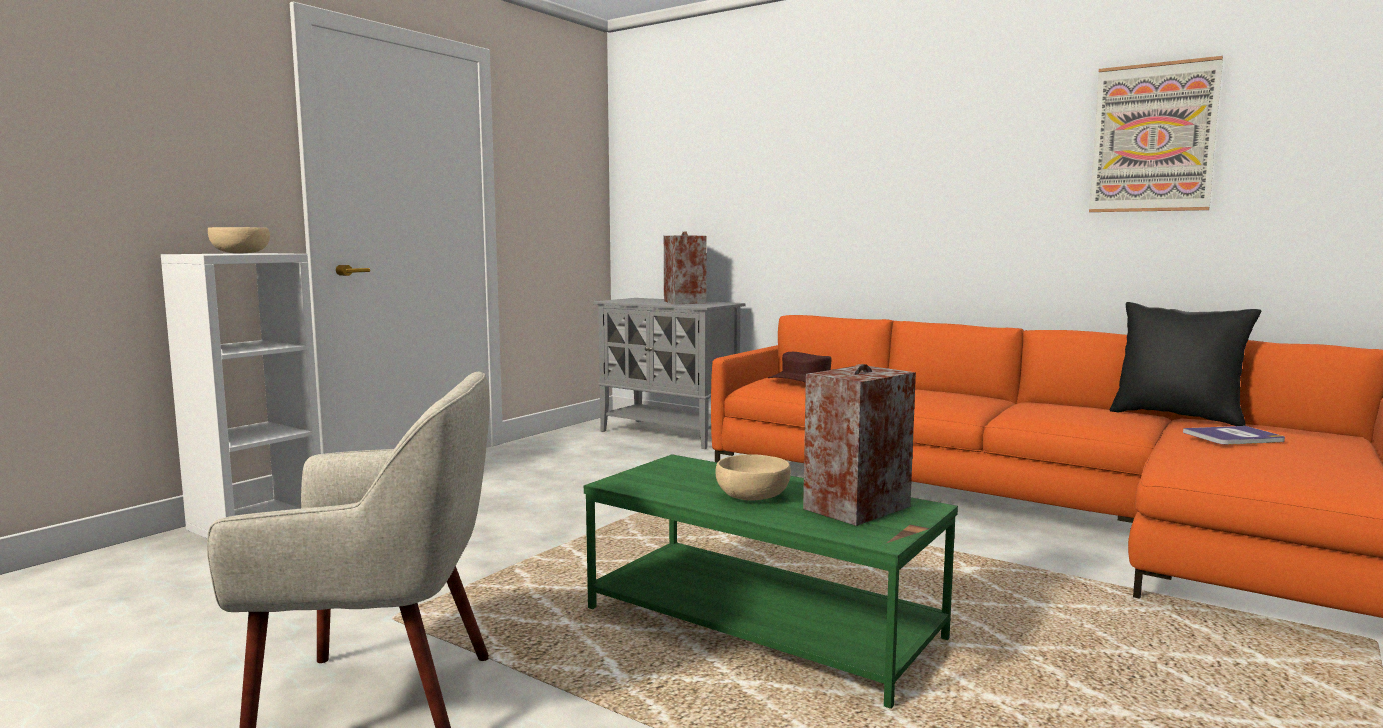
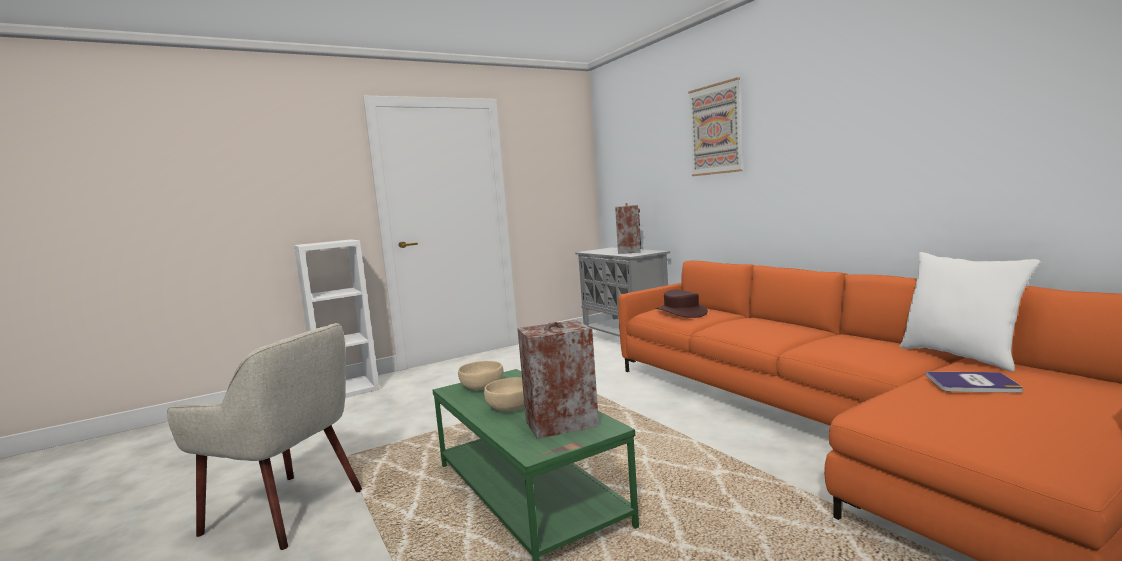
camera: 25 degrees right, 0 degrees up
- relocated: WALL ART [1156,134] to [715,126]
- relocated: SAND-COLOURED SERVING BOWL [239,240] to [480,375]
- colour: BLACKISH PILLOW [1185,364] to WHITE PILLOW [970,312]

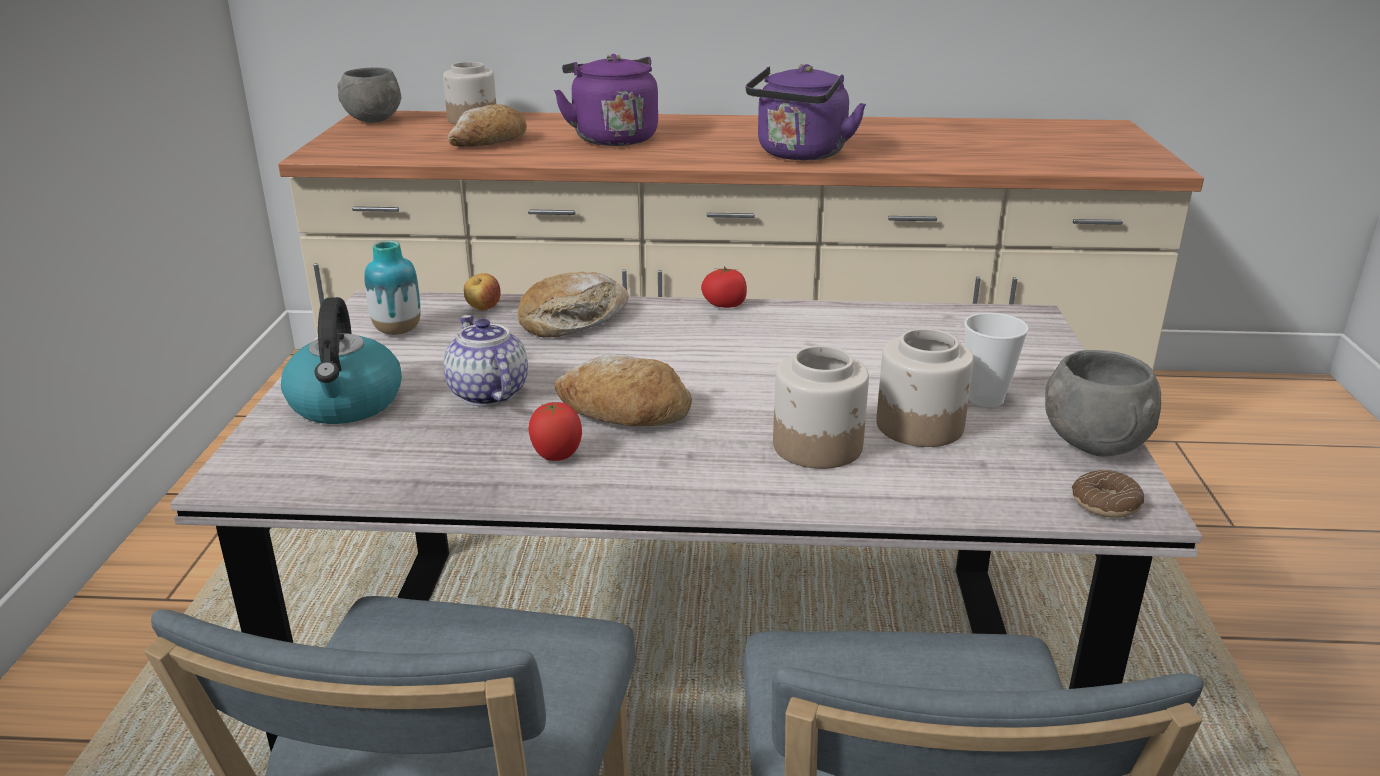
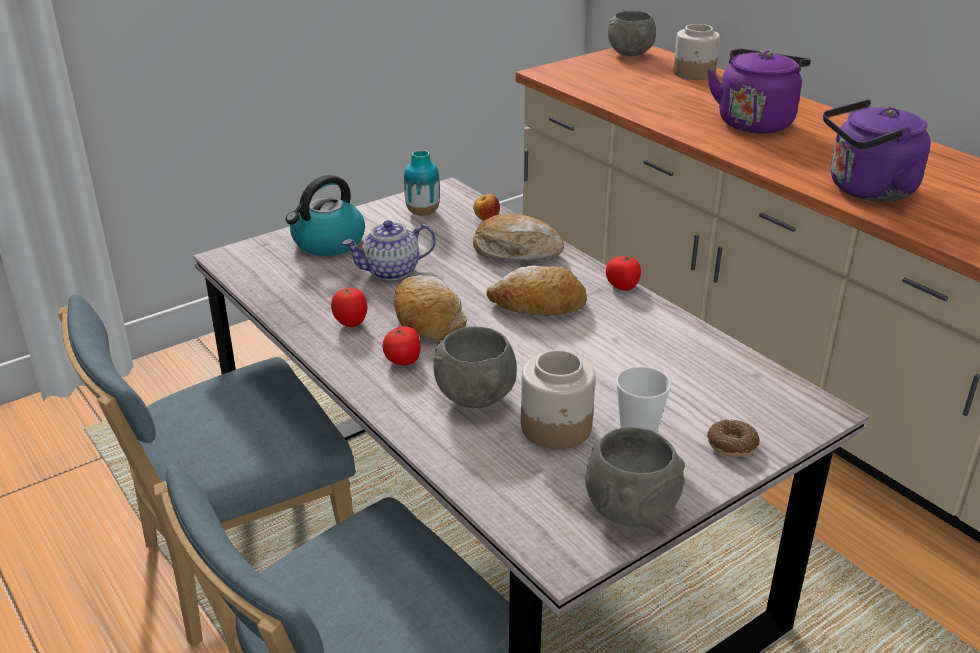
camera: 50 degrees right, 5 degrees up
- relocated: BAKED BREAD [487,125] to [536,290]
- spun: TEAPOT [485,360] = [389,250] 135 degrees counterclockwise
- exchanged: JAR [821,407] to GRAY SERVING BOWL [475,367]
- relocated: DOUGHNUT [1108,494] to [733,438]
- appeared: FRESH TOMATO [402,345]

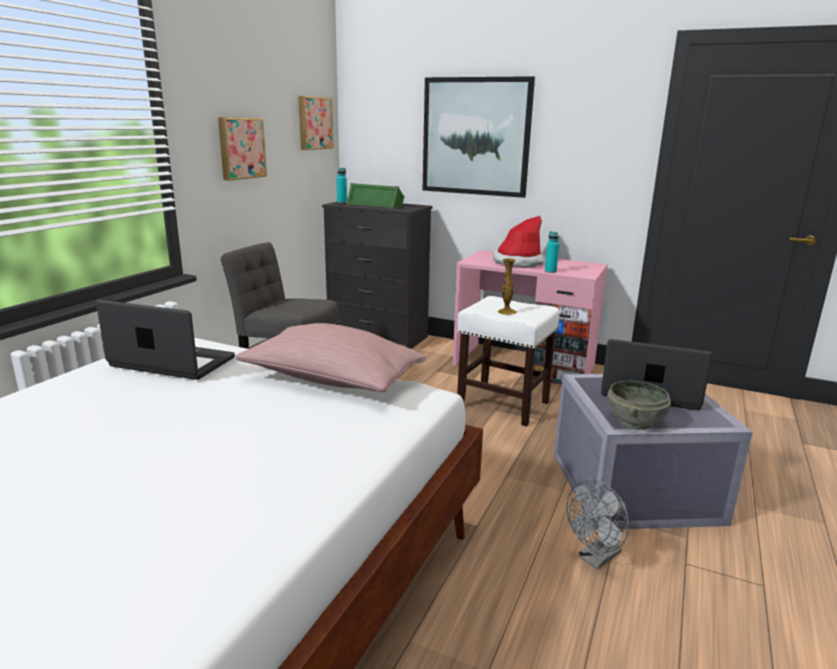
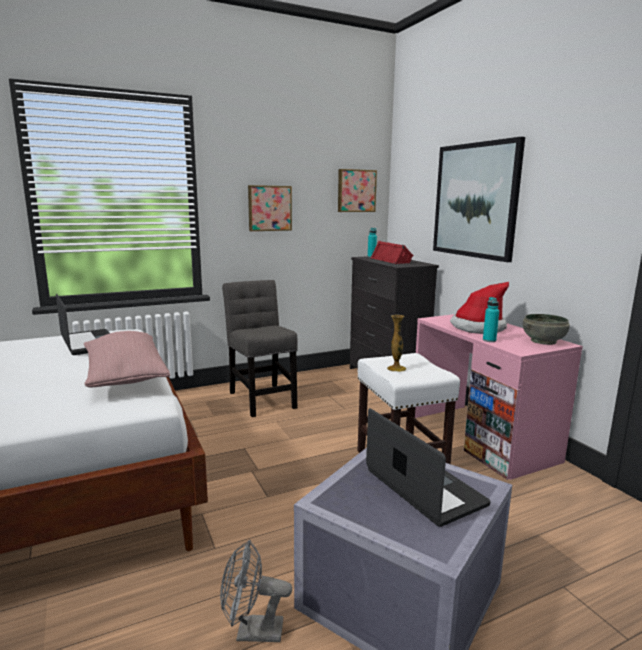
camera: 40 degrees right, 5 degrees down
- colour: GREEN-COLOURED LOUDSPEAKER [375,195] to RED-COLOURED LOUDSPEAKER [392,252]
- relocated: GRAY SERVING BOWL [639,405] to [546,329]

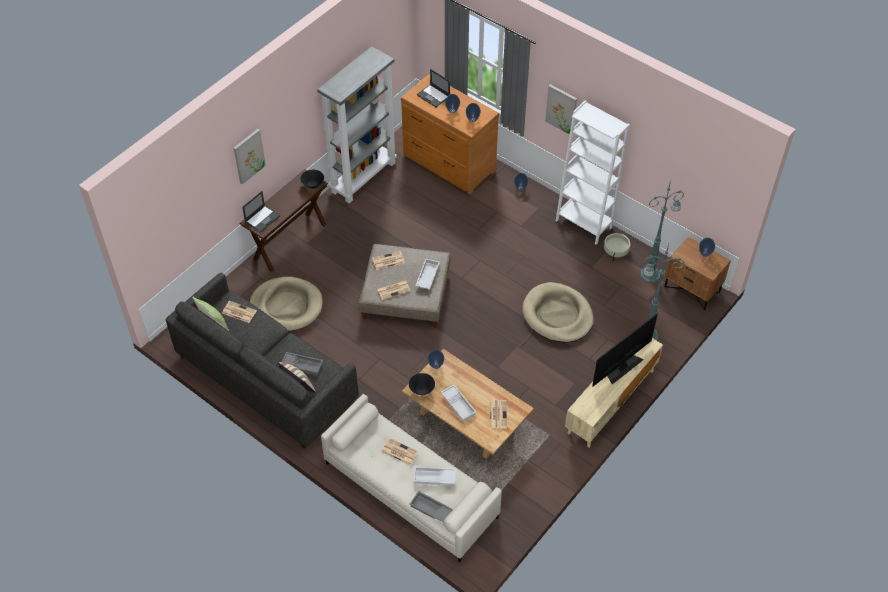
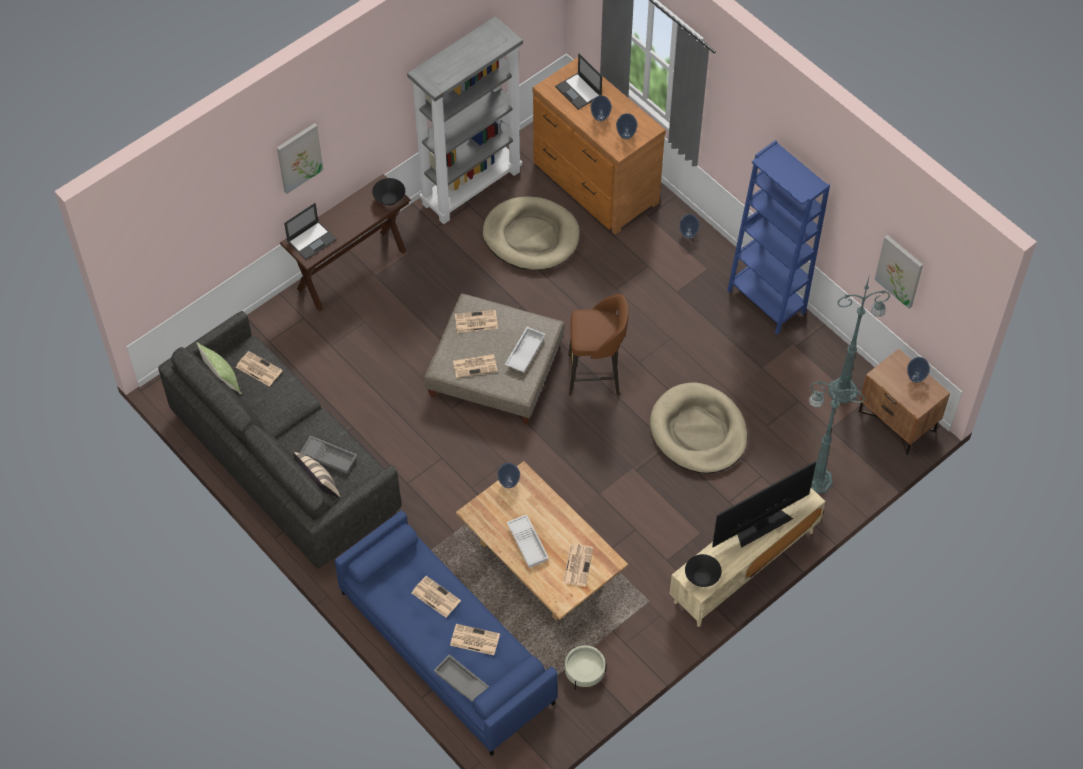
camera: 10 degrees right, 5 degrees up
- relocated: WALL ART [561,109] to [898,272]
- colour: WHITE SHELVING UNIT [593,172] to BLUE SHELVING UNIT [778,237]
- relocated: SAND-COLOURED FLOWER POT [617,246] to [586,667]
- relocated: SAND-COLOURED PET BED [286,304] to [531,233]
- relocated: BLACKISH SERVING BOWL [422,384] to [703,570]
- colour: SAND-COLOURED COUCH [411,478] to BLUE COUCH [446,633]
- exchanged: WHITE SERVING TRAY [434,475] to NEWSPAPER [475,639]
- appeared: BROWN-COLOURED SITTING STOOL [598,345]

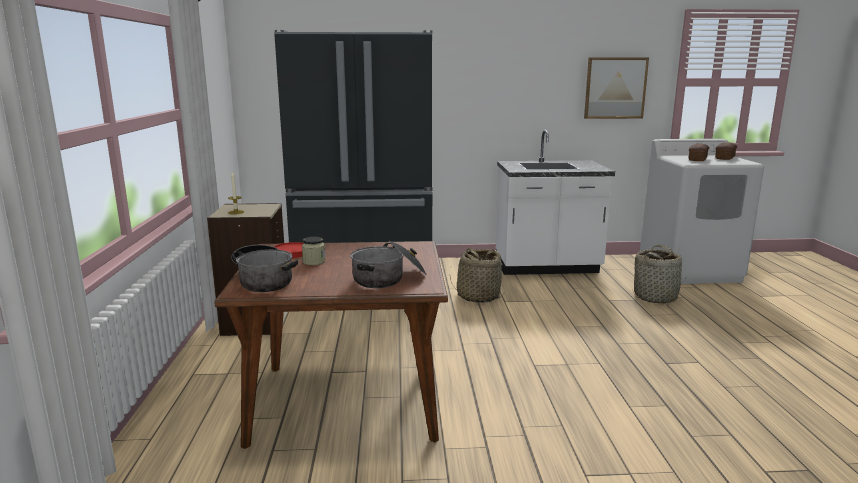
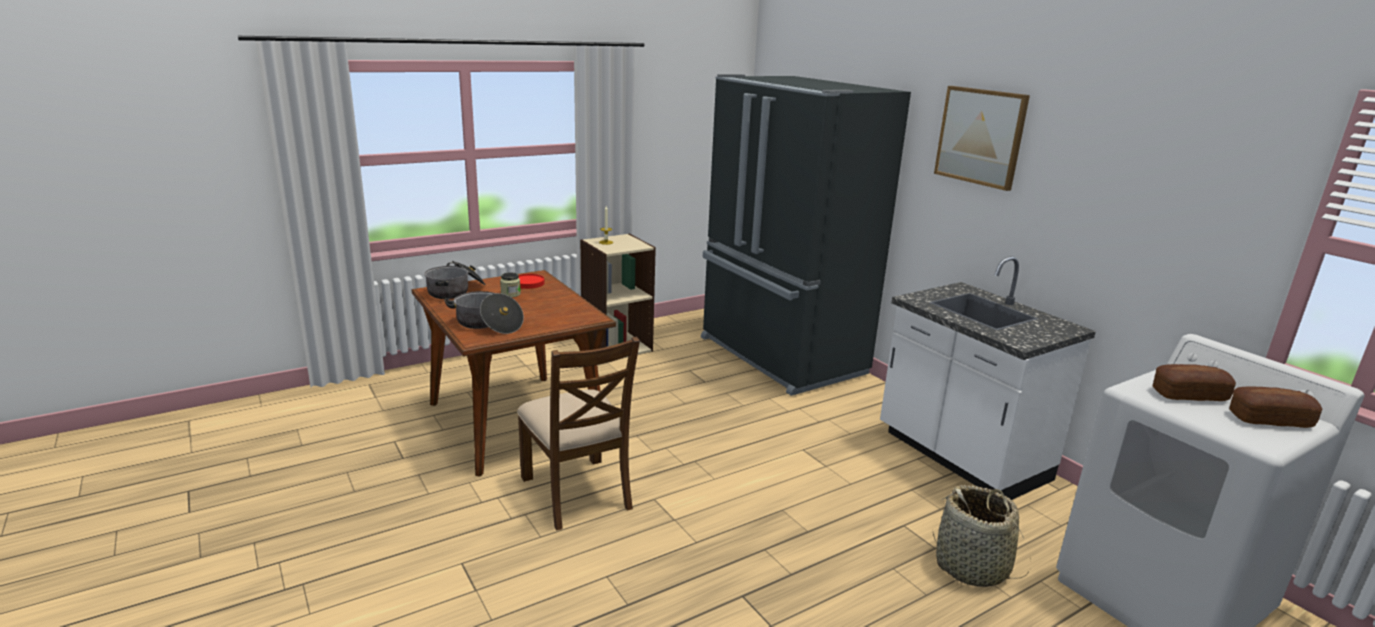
camera: 60 degrees right, 5 degrees up
- relocated: WALL ART [616,88] to [982,138]
- missing: BASKET [477,275]
- appeared: BROWN-COLOURED CHAIR [578,433]

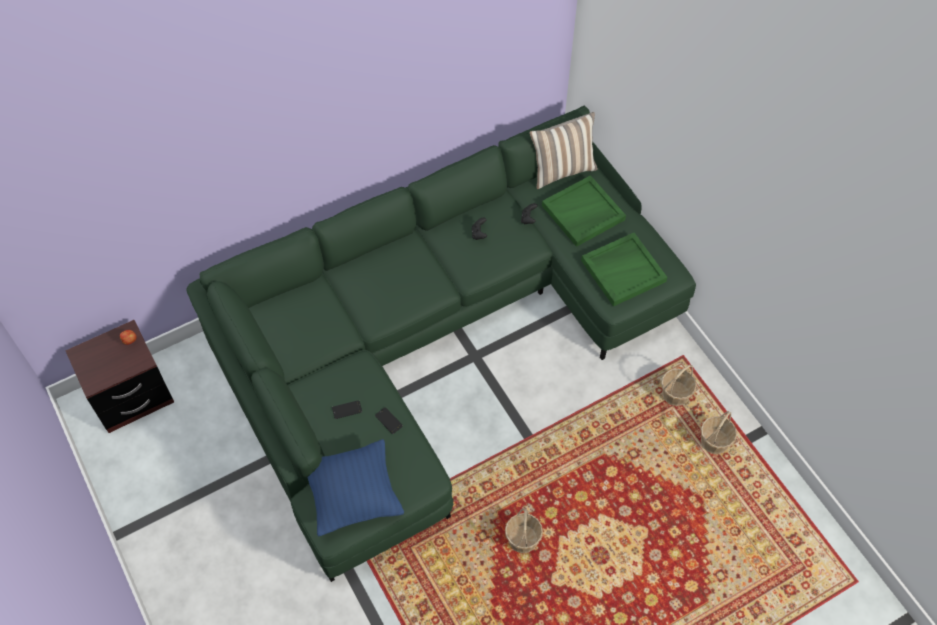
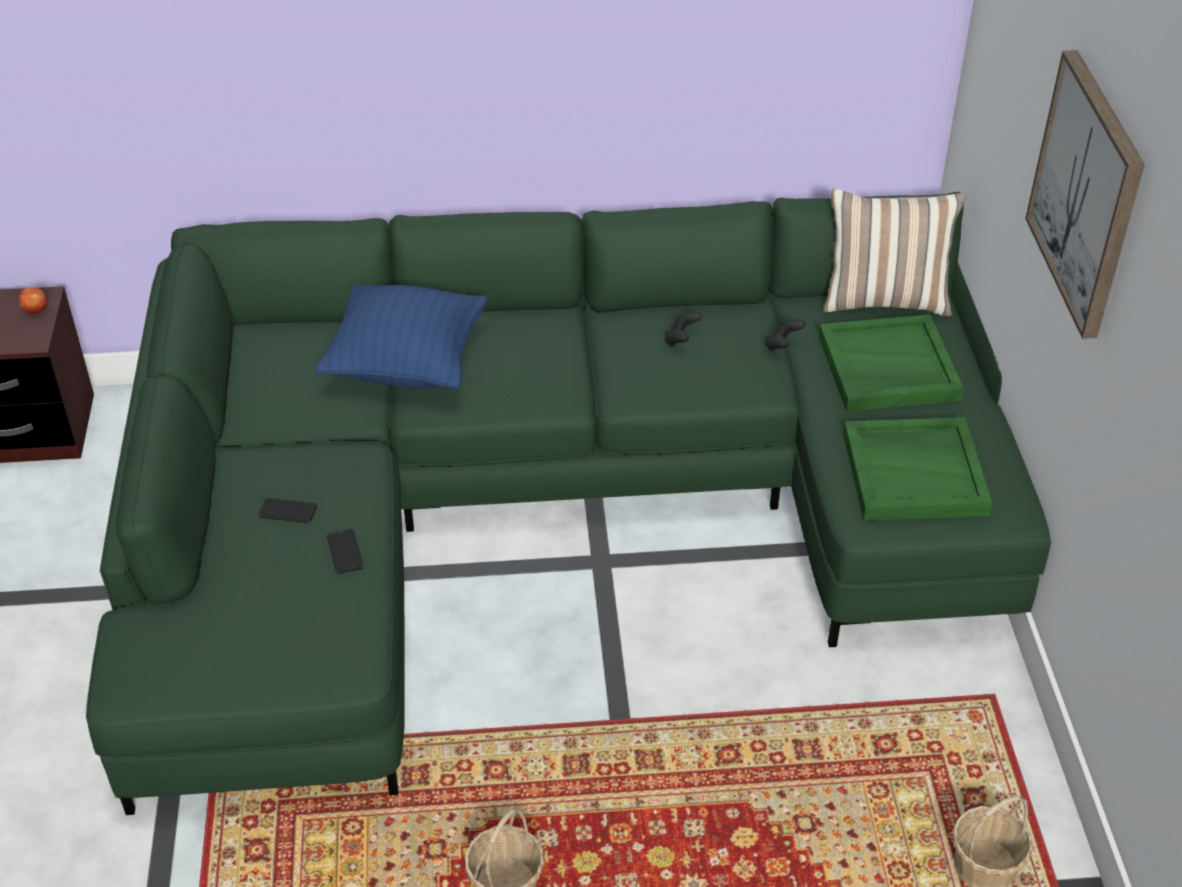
camera: 25 degrees right, 15 degrees down
- missing: BASKET [679,385]
- relocated: BLUE PILLOW [356,488] to [401,337]
- appeared: WALL ART [1085,194]

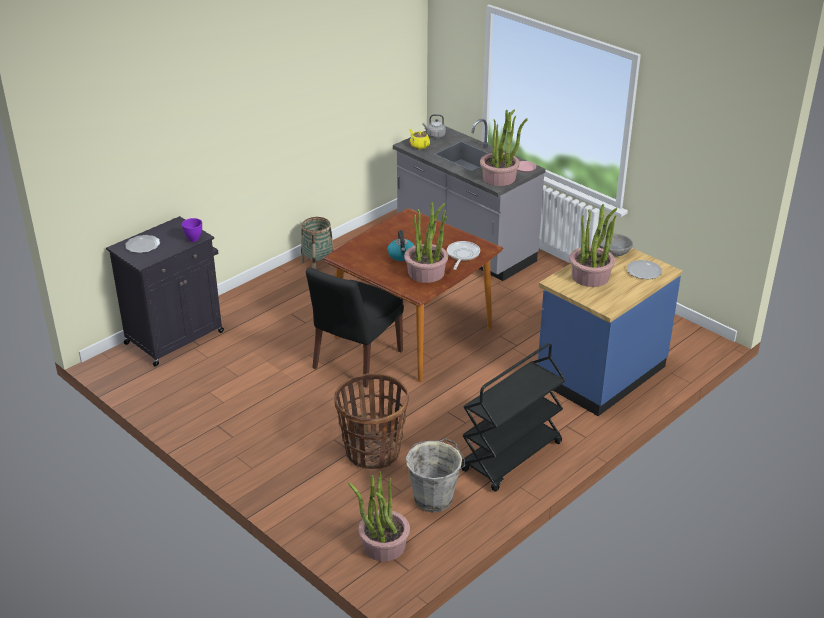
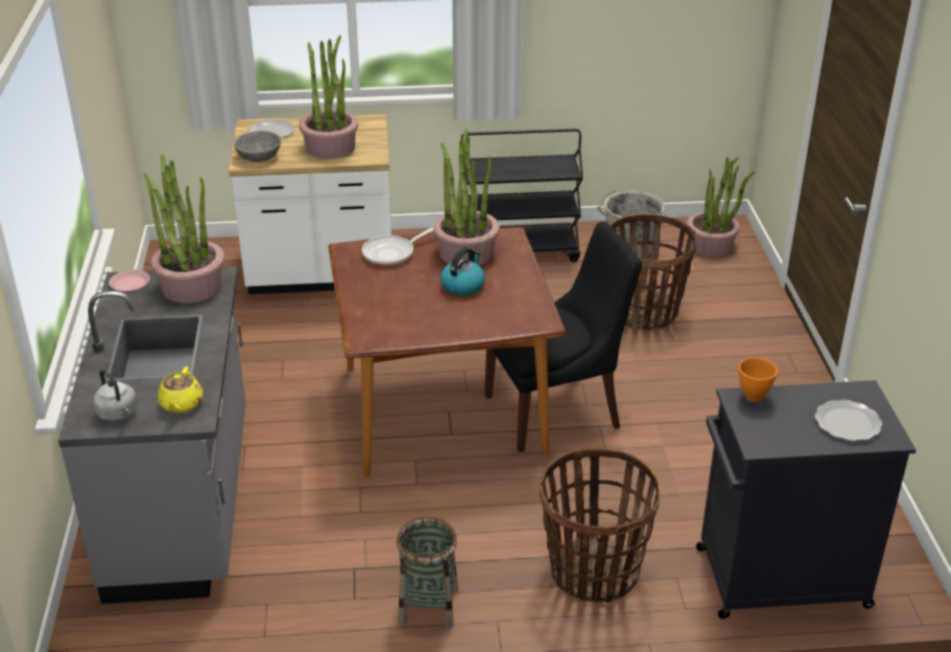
camera: 140 degrees left, 0 degrees up
- colour: PURPLE-COLOURED SERVING BOWL [192,230] to ORANGEY SERVING BOWL [758,379]
- colour: BLUE KITCHEN COUNTER [610,331] to WHITE KITCHEN COUNTER [310,204]
- appeared: BASKET [600,525]

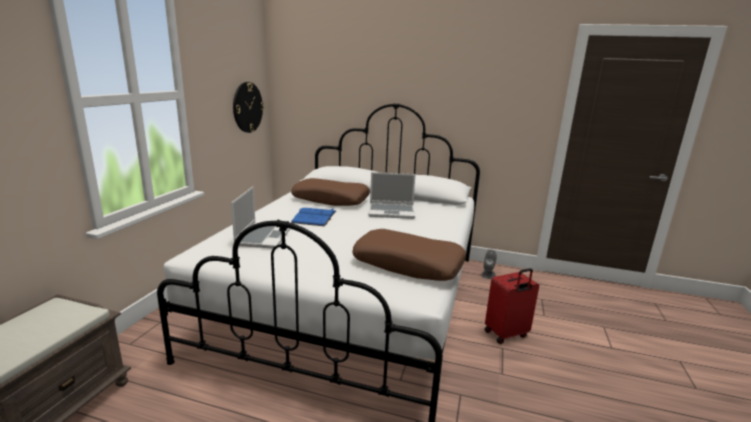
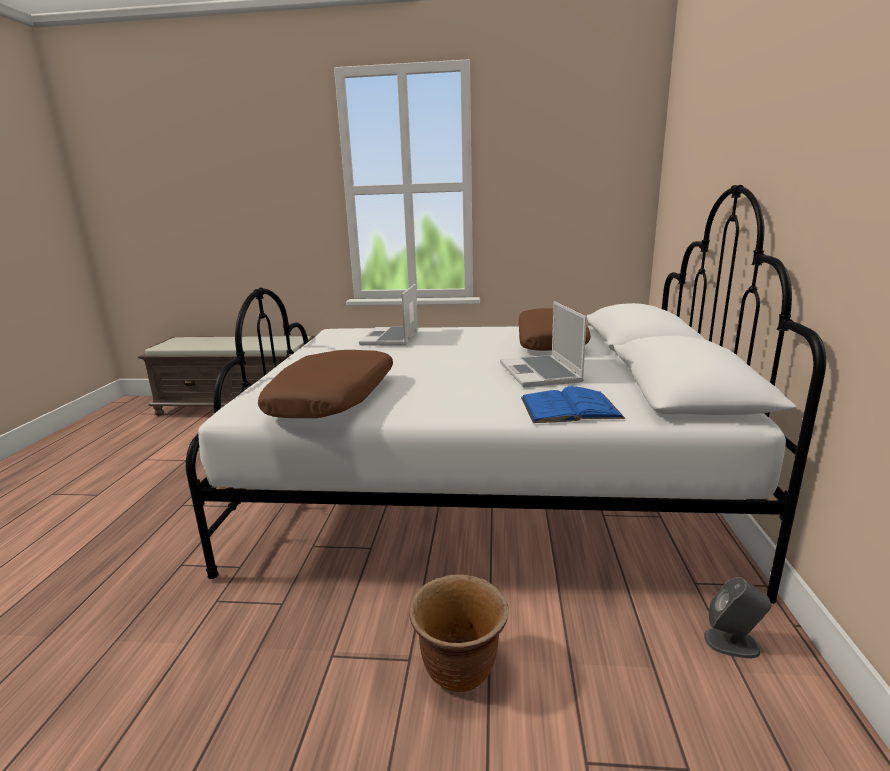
camera: 80 degrees right, 0 degrees up
- missing: CLOCK ON THE WALL [248,107]
- spun: PORTABLE COMPUTER [260,218] = [388,315] 105 degrees clockwise
- relocated: BLUE BOOK [313,217] to [573,404]
- exchanged: RED-COLOURED SUITCASE [511,306] to BROWN-COLOURED FLOWER POT [459,633]

